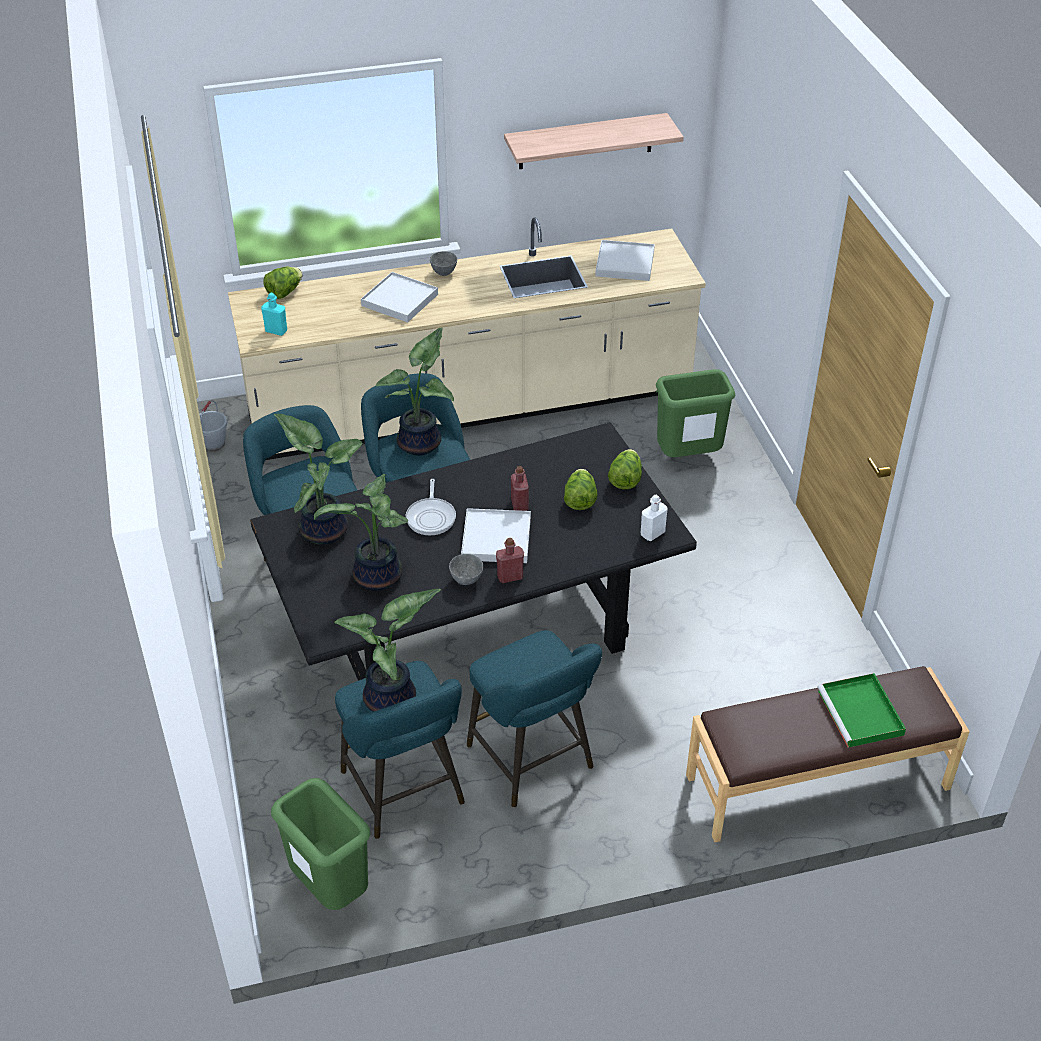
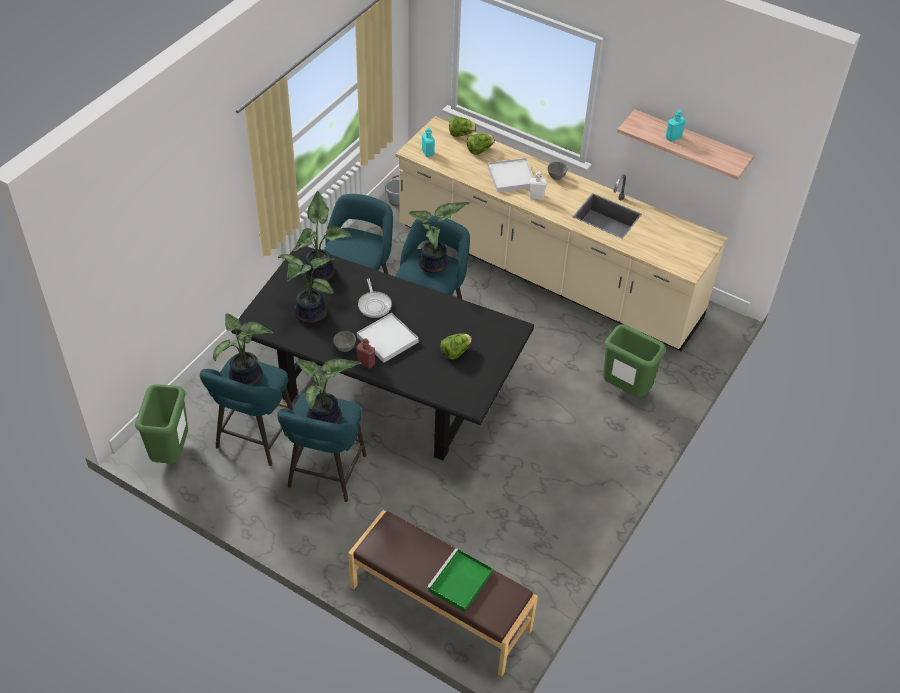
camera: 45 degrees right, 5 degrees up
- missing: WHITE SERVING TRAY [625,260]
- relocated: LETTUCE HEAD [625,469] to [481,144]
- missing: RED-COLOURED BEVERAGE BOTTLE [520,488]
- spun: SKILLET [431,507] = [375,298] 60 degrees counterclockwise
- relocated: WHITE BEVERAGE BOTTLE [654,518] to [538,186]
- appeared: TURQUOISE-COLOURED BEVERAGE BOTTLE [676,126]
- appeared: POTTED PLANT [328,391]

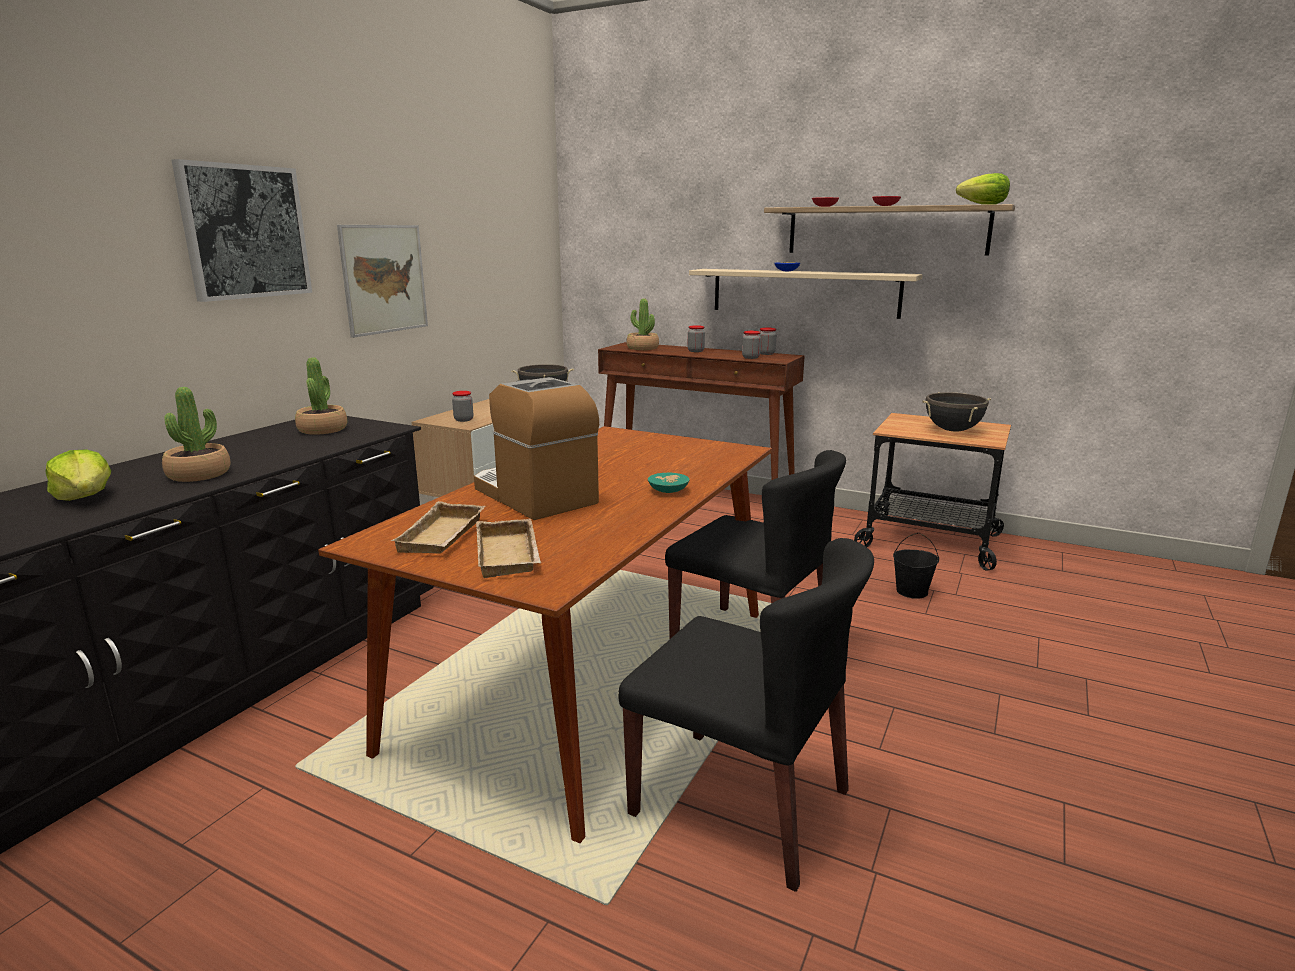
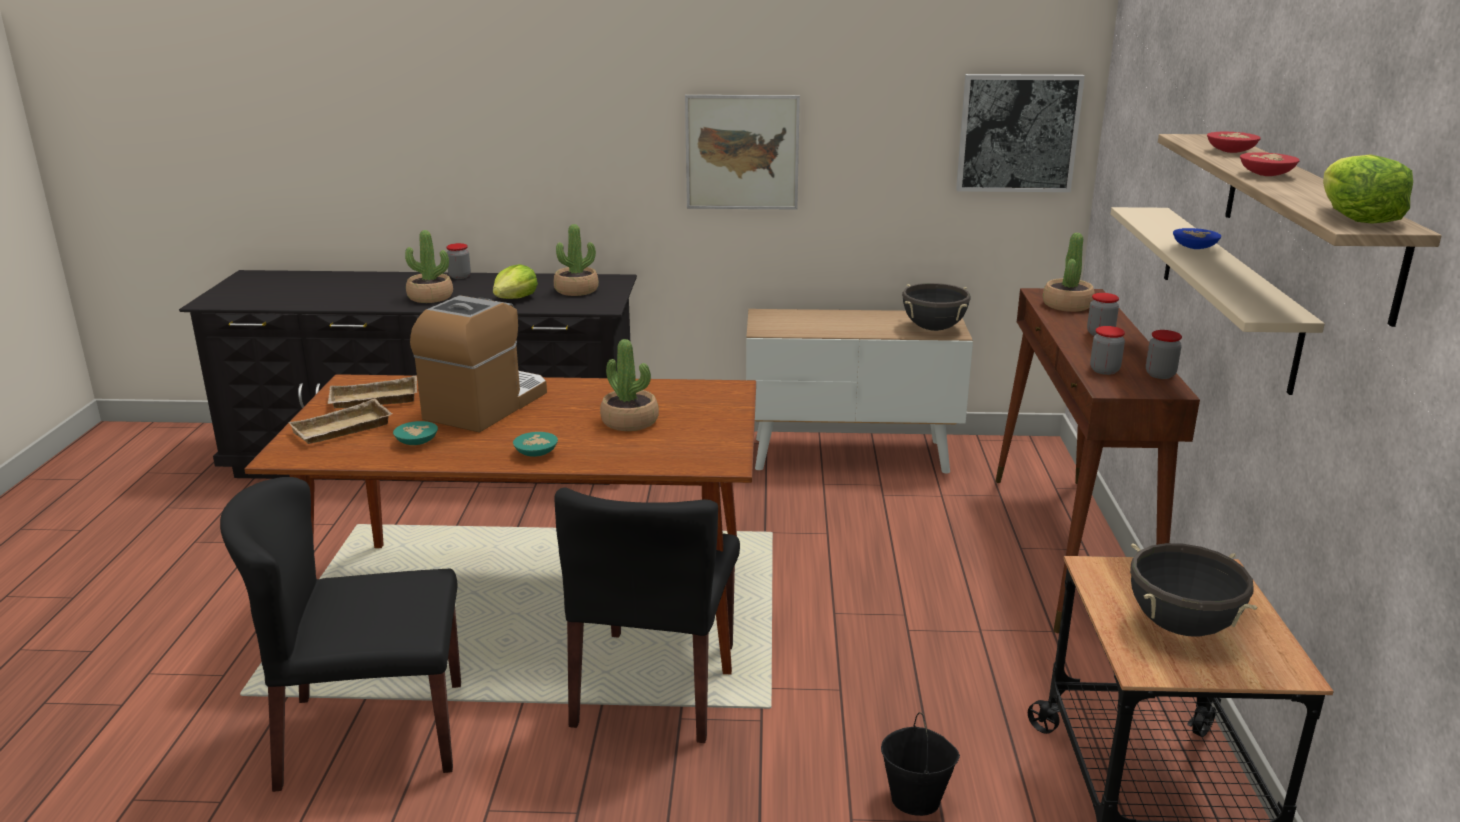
camera: 65 degrees right, 5 degrees up
- relocated: WALL ART [241,230] to [1020,133]
- relocated: JAR [462,406] to [458,261]
- relocated: LETTUCE HEAD [78,475] to [515,281]
- spun: BLACKISH CHAIR [746,715] = [340,634] 75 degrees clockwise
- appeared: POTTED PLANT [629,385]
- appeared: TURQUOISE-COLOURED SERVING BOWL [415,433]

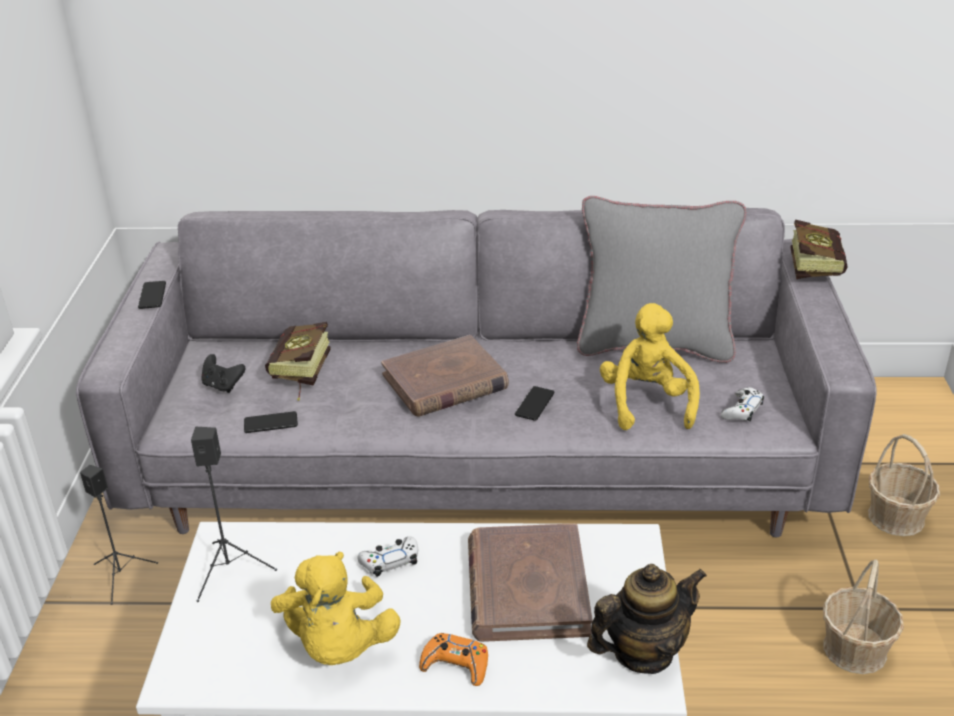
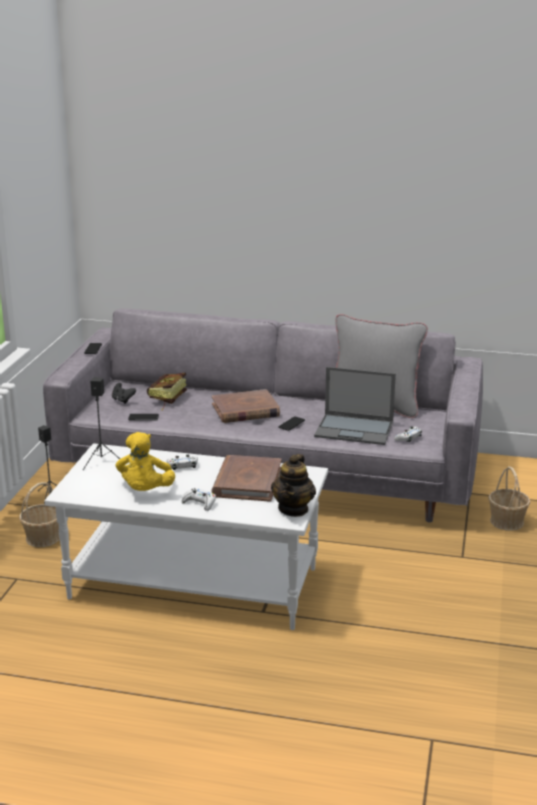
camera: 10 degrees right, 10 degrees down
- missing: BOOK [819,249]
- exchanged: YELLOWISH PLUSH TOY [650,366] to PORTABLE COMPUTER [355,406]
- relocated: BASKET [863,617] to [39,514]
- spun: TEAPOT [647,619] = [293,485] 120 degrees clockwise
- colour: ORANGEY JOYPAD [453,659] to WHITE JOYPAD [198,499]

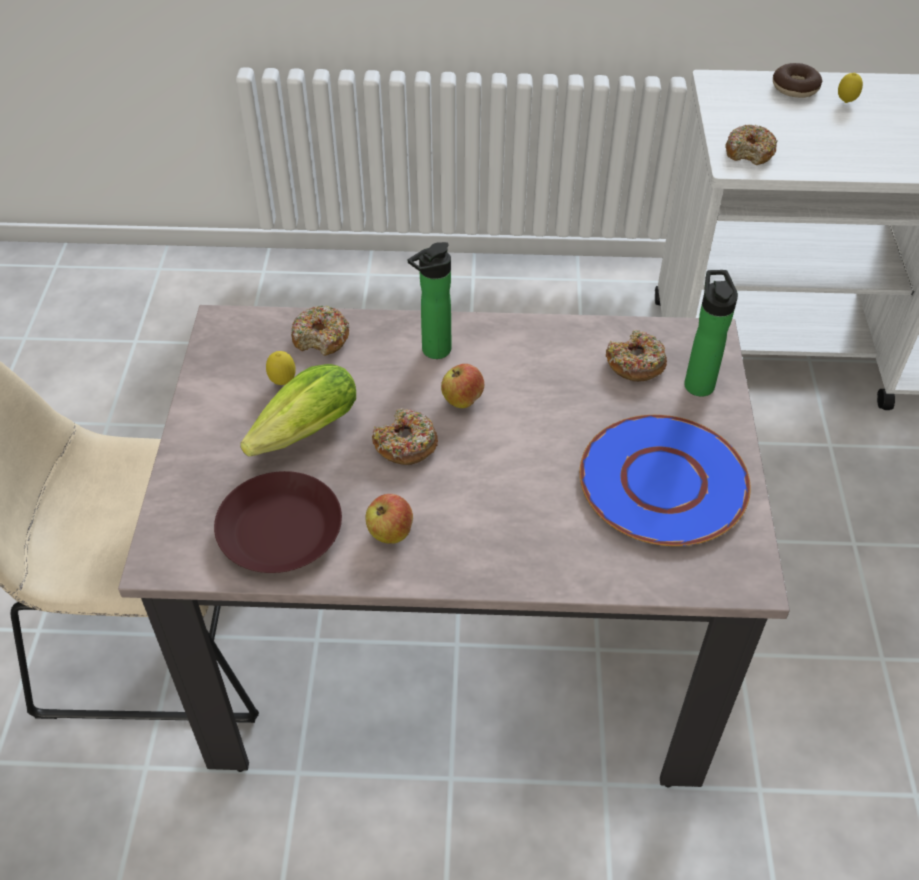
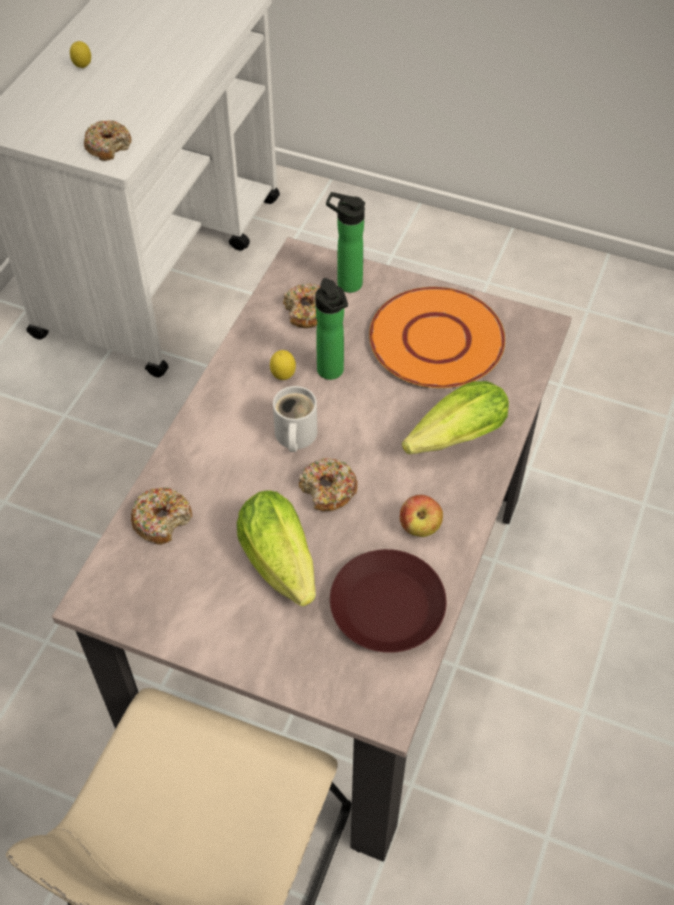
camera: 70 degrees left, 5 degrees up
- missing: DOUGHNUT [797,80]
- relocated: BEVERAGE BOTTLE [429,300] to [331,329]
- relocated: LEMON [281,368] to [283,365]
- exchanged: WHOLE APPLE [462,386] to WHITE MUG [295,419]
- colour: BLUE PLATE [665,480] to ORANGEY PLATE [437,337]
- appeared: LETTUCE HEAD [455,417]

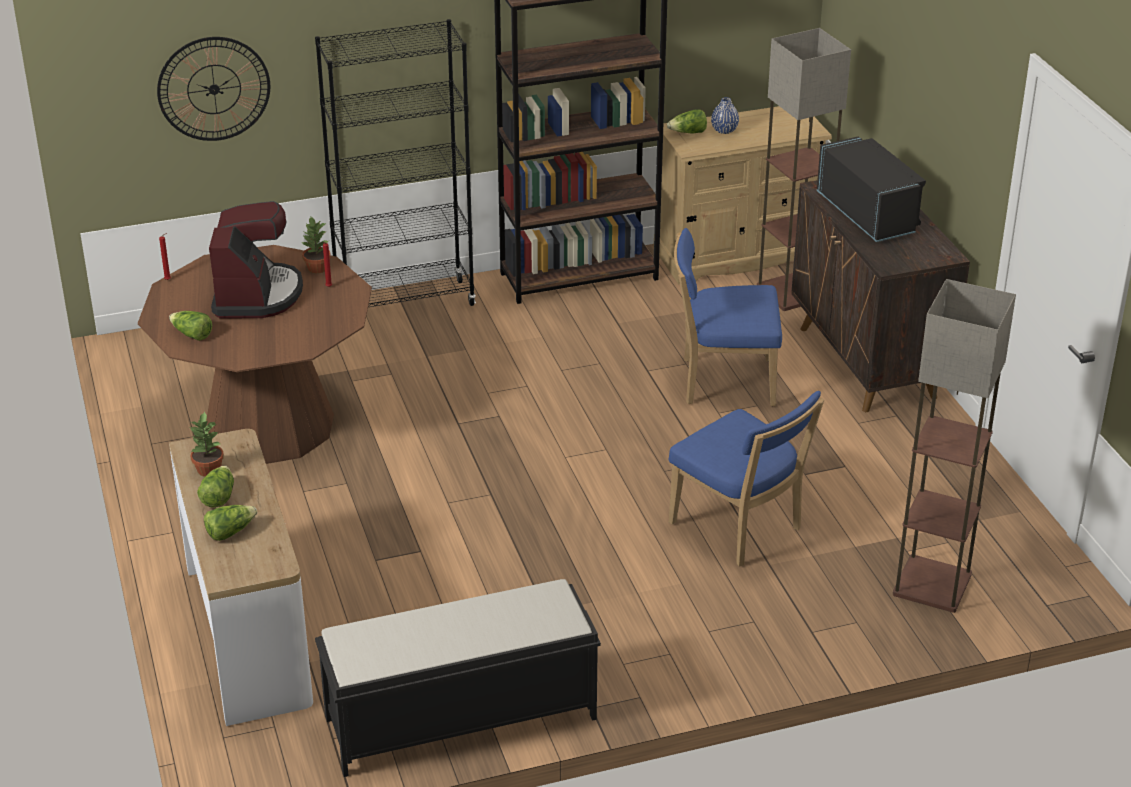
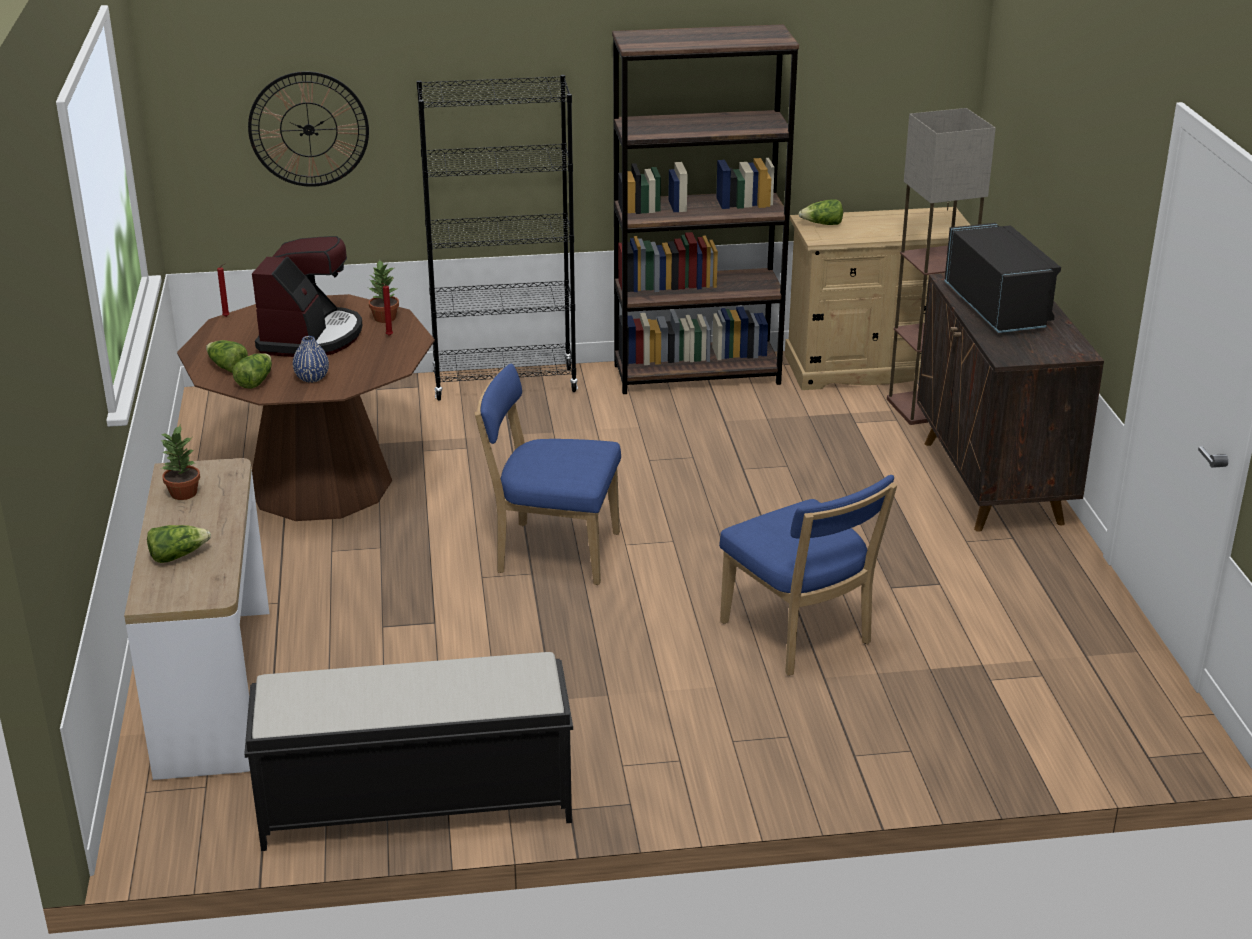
camera: 10 degrees right, 5 degrees down
- relocated: BLUE VASE [725,115] to [311,359]
- relocated: BLUE CHAIR [728,317] to [548,474]
- missing: STANDING LAMP [954,446]
- relocated: LETTUCE HEAD [215,486] to [252,371]

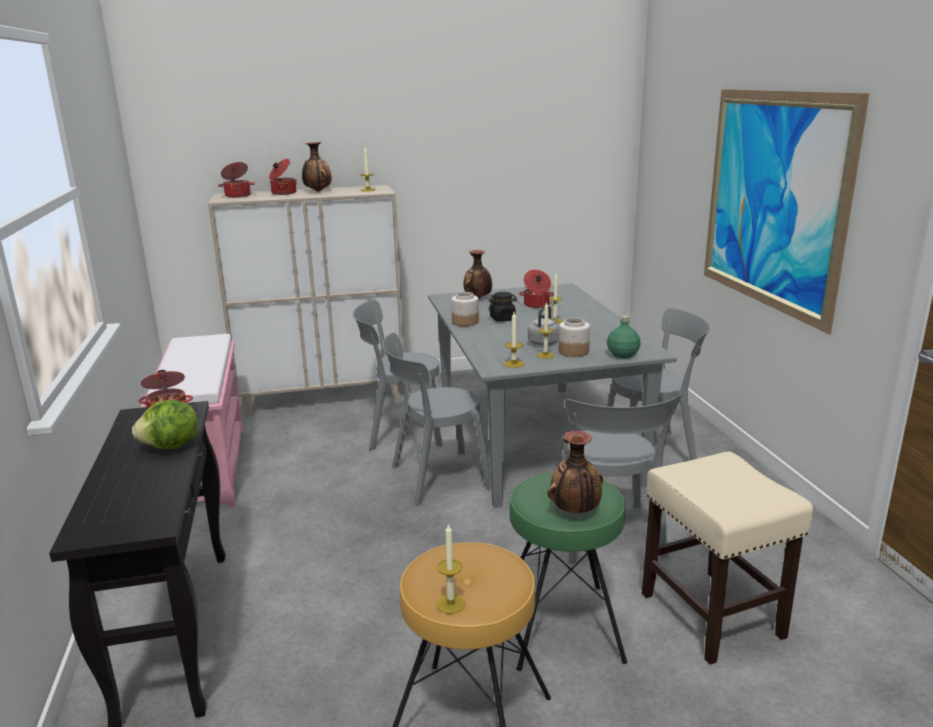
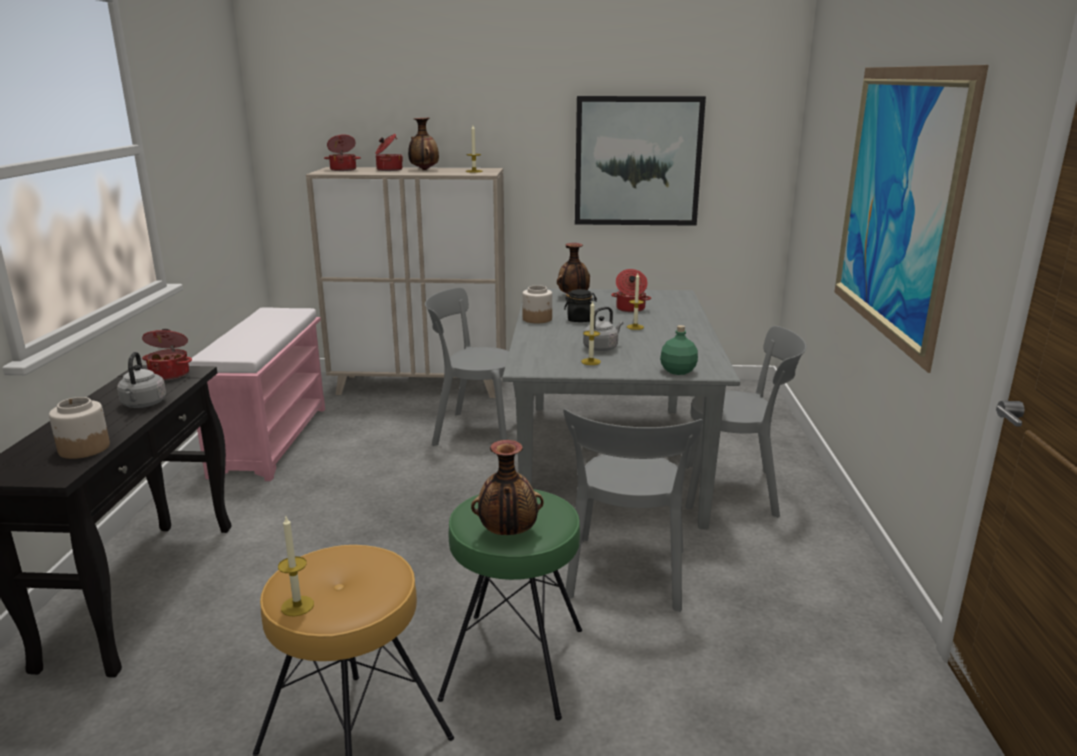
camera: 15 degrees right, 0 degrees up
- missing: WAX LIGHT [514,340]
- relocated: JAR [574,337] to [79,428]
- missing: GRAY CHAIR [436,419]
- exchanged: LETTUCE HEAD [165,424] to GRAY WATER KETTLE [141,380]
- missing: SAND-COLOURED SITTING STOOL [727,558]
- appeared: WALL ART [640,161]

